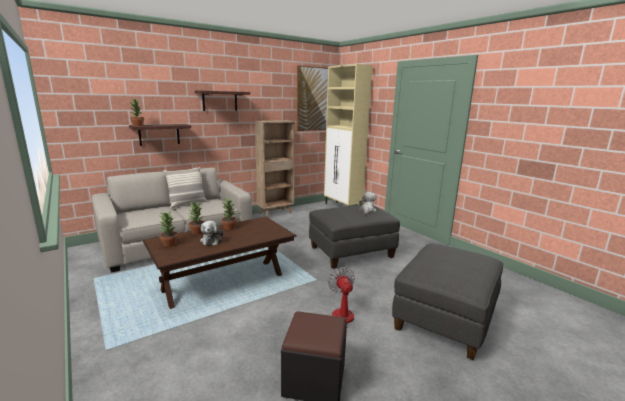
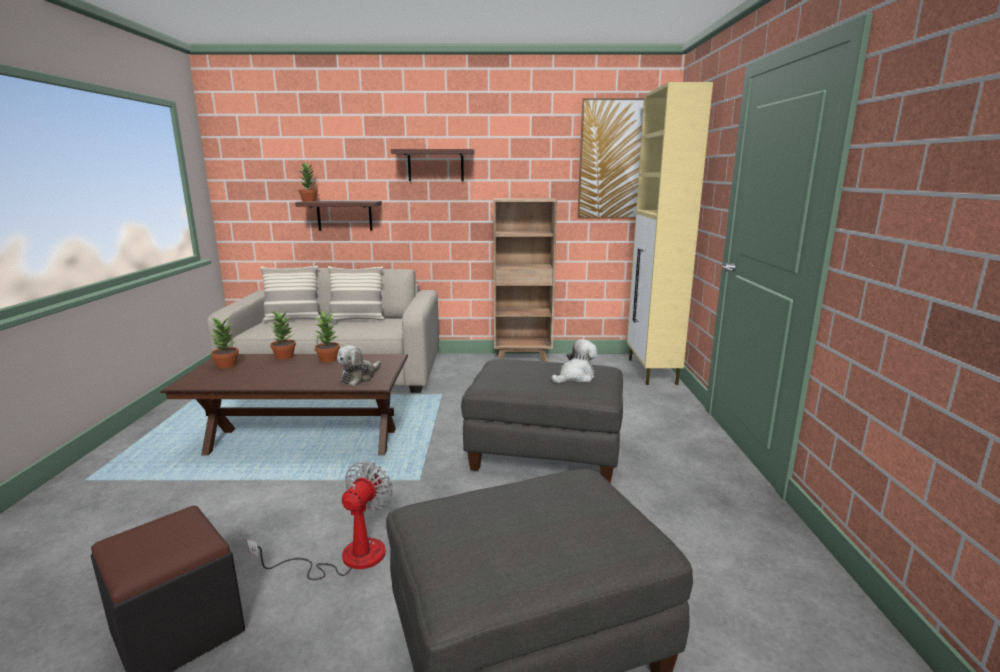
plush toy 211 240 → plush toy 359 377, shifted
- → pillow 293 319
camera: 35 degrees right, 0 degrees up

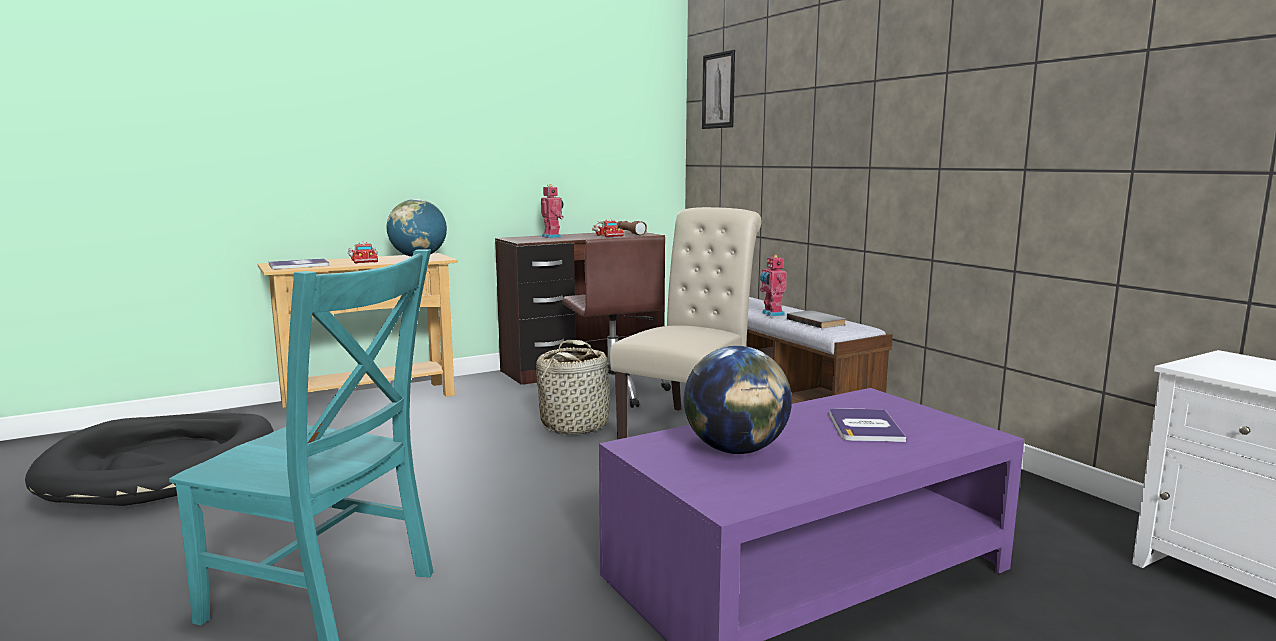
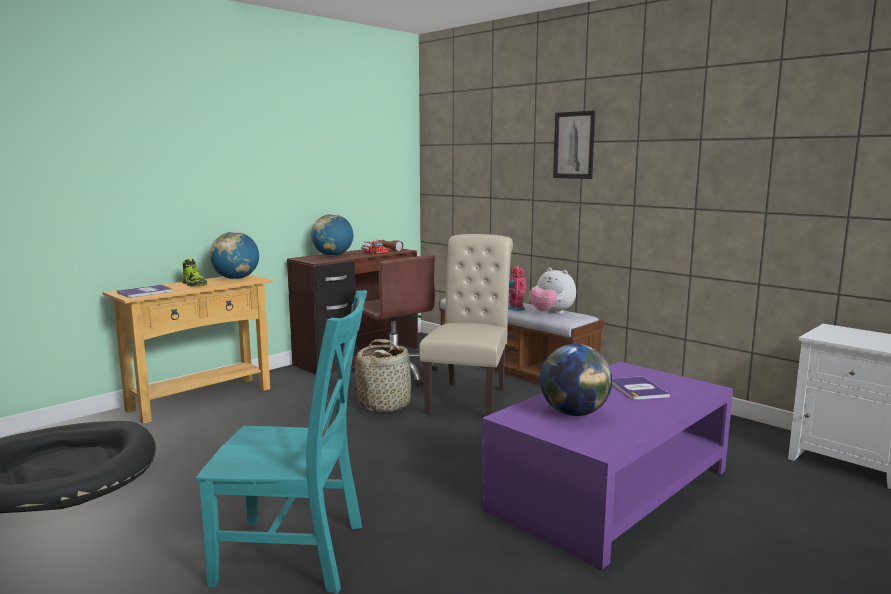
picture 718 90 → picture 574 145, shifted
toy robot 552 237 → globe 333 255
toy truck 363 260 → shoe 194 284
grey book 817 321 → plush toy 551 313
camera: 15 degrees left, 0 degrees up

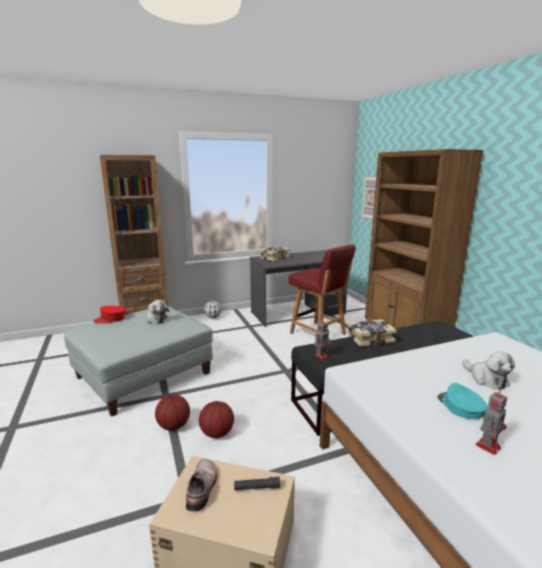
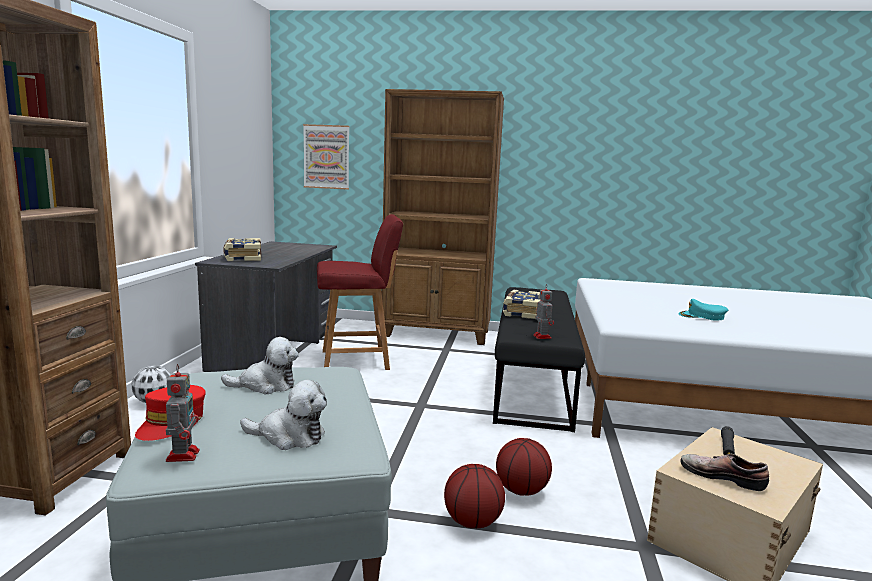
plush toy 486 379 → plush toy 289 436, shifted
toy robot 488 446 → toy robot 183 454, shifted
camera: 60 degrees left, 5 degrees down

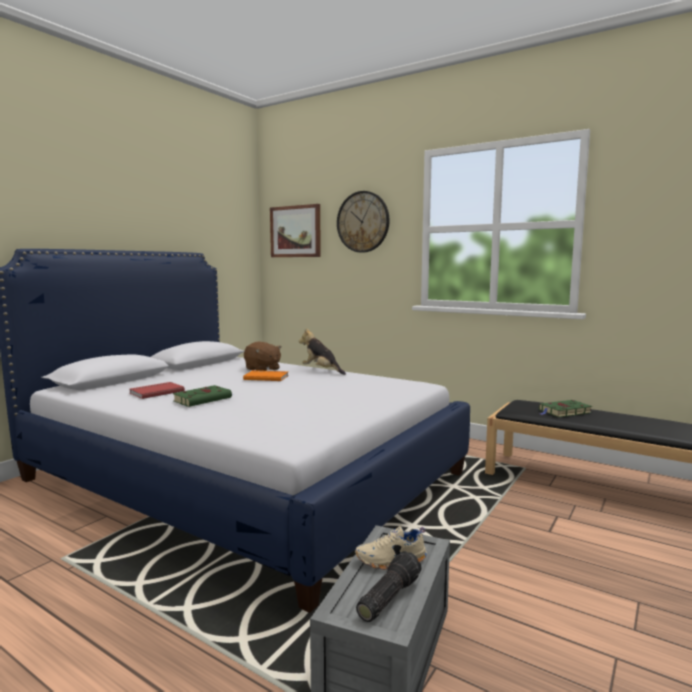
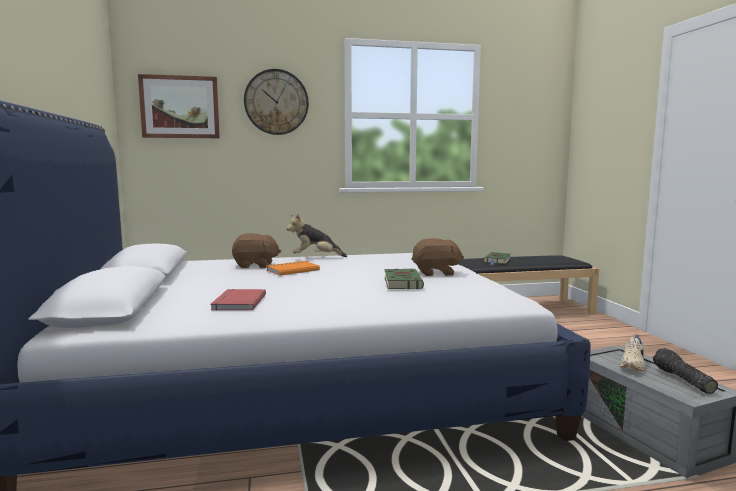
green book 204 399 → green book 402 282, shifted
- → brown plush toy 436 273
camera: 45 degrees left, 0 degrees up

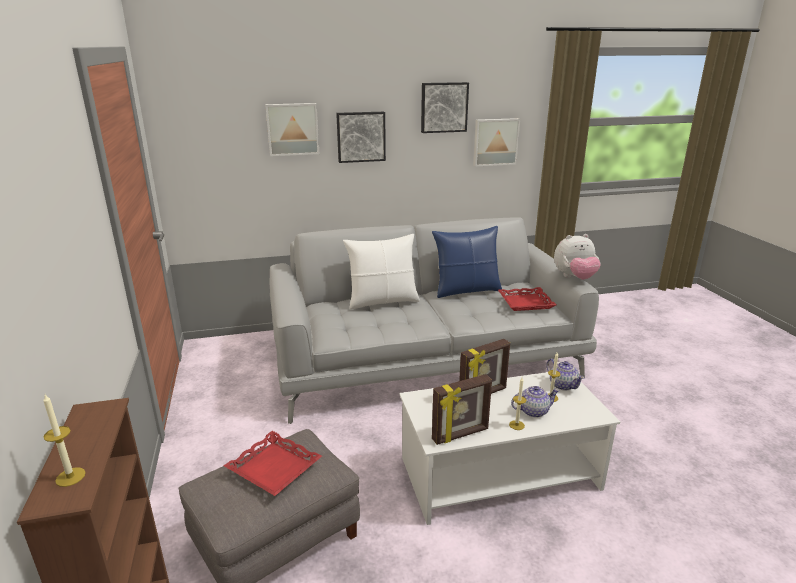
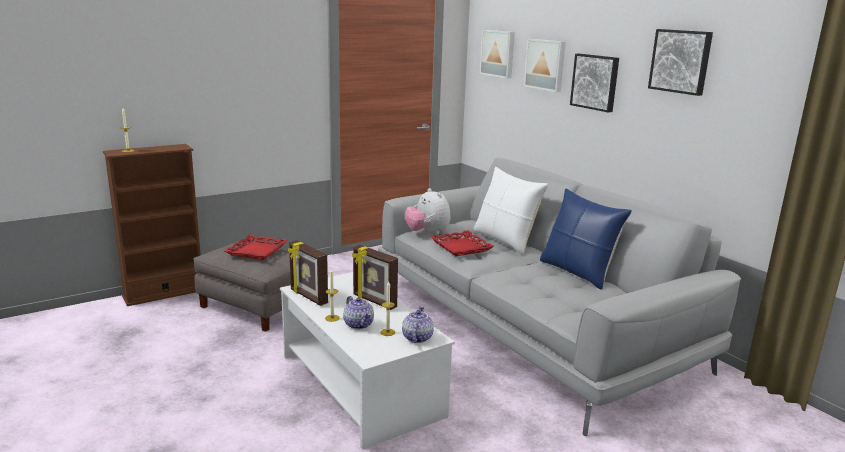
picture 495 142 → picture 498 53, shifted
plush toy 574 278 → plush toy 427 233, shifted
red tray 525 303 → red tray 460 247, shifted
teapot 563 385 → teapot 417 338, 150 degrees clockwise
camera: 70 degrees right, 5 degrees down

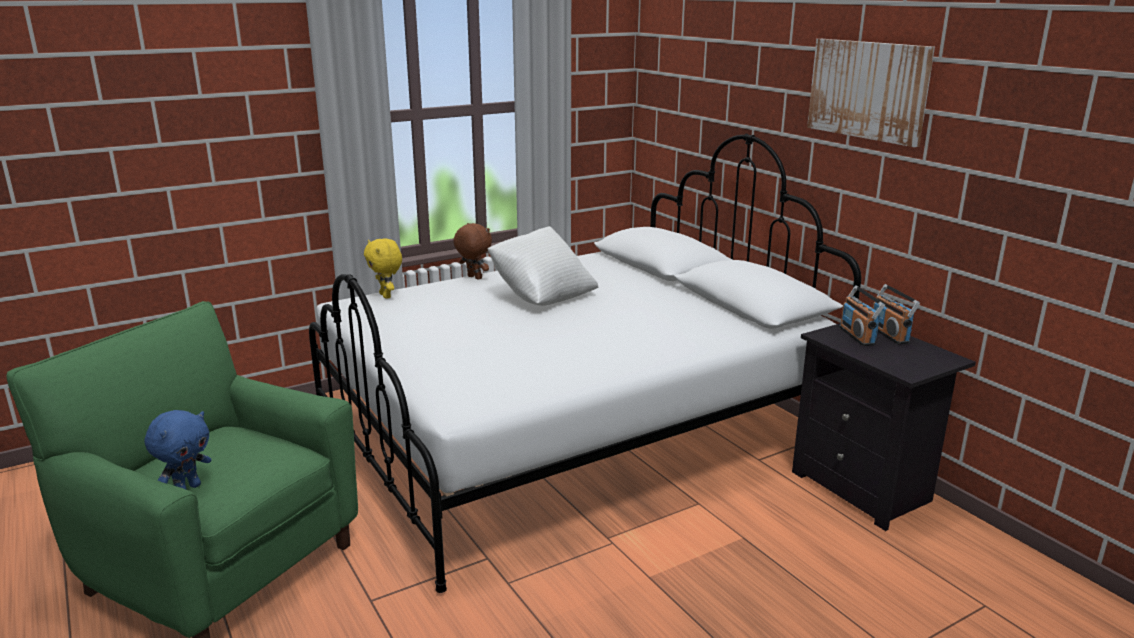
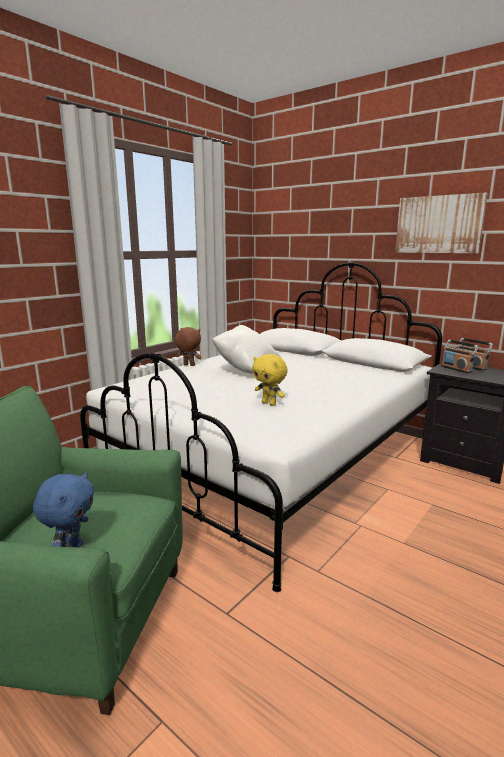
yellow plush toy 386 296 → yellow plush toy 269 403, shifted
camera: 20 degrees left, 5 degrees down

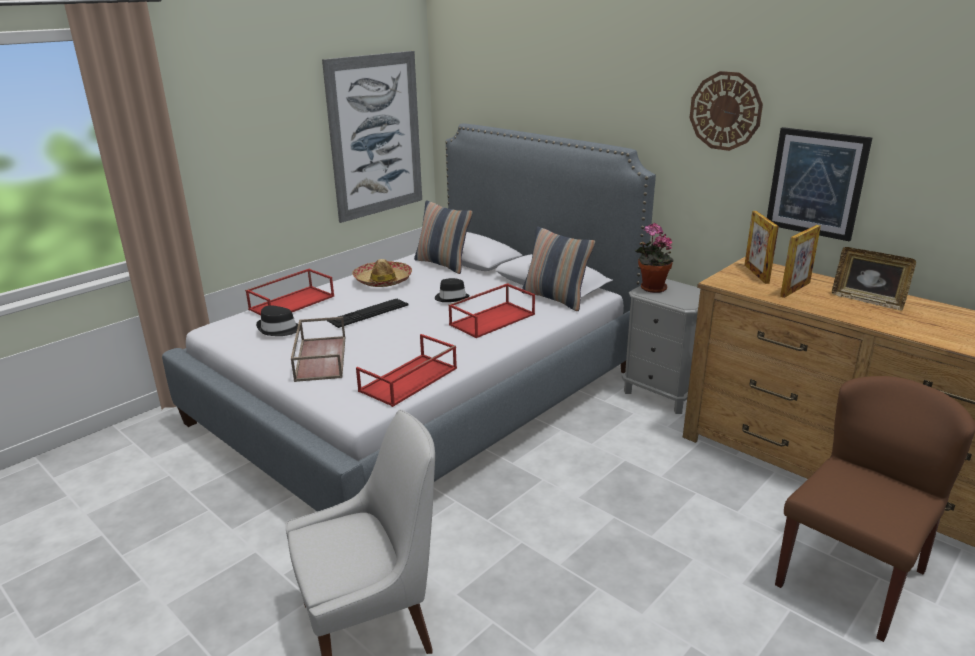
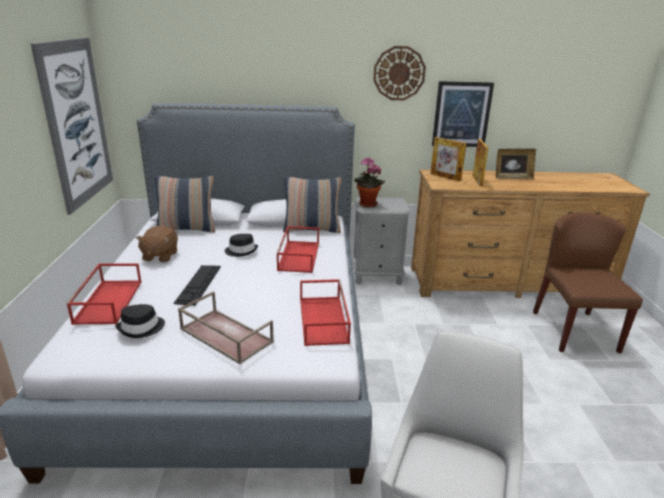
hat 382 281 → brown plush toy 160 256
camera: 45 degrees left, 0 degrees up

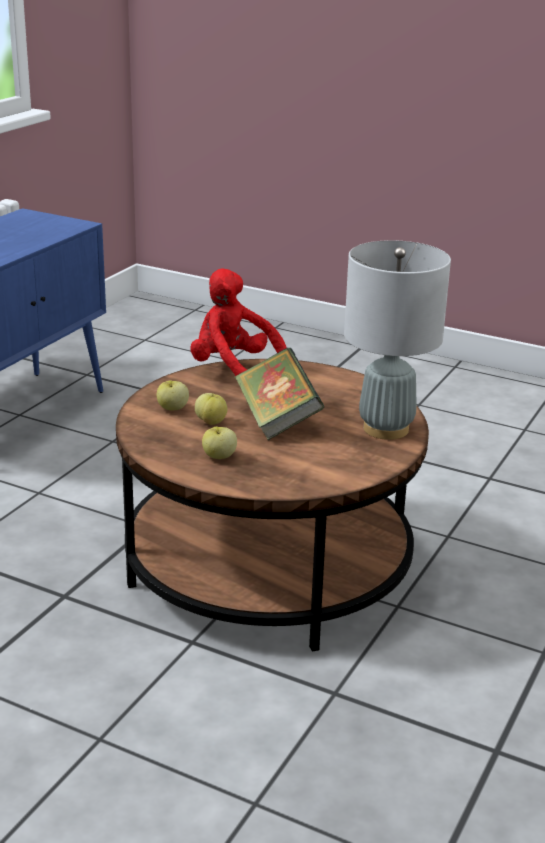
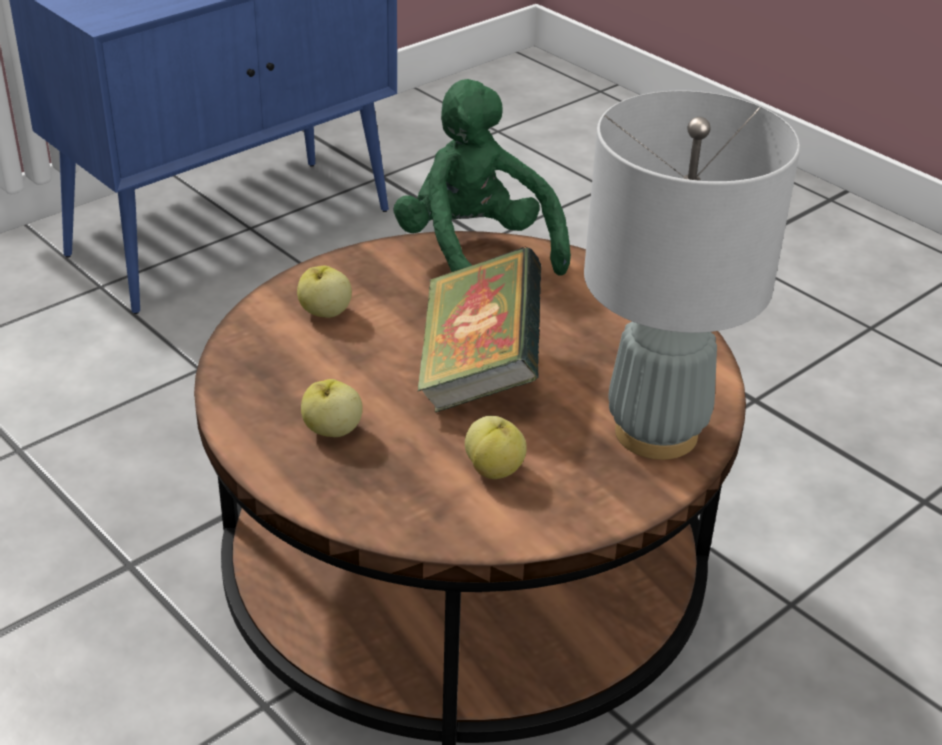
red plush toy 234 370 → green plush toy 475 253
apple 211 422 → apple 494 469, shifted
camera: 20 degrees right, 10 degrees up

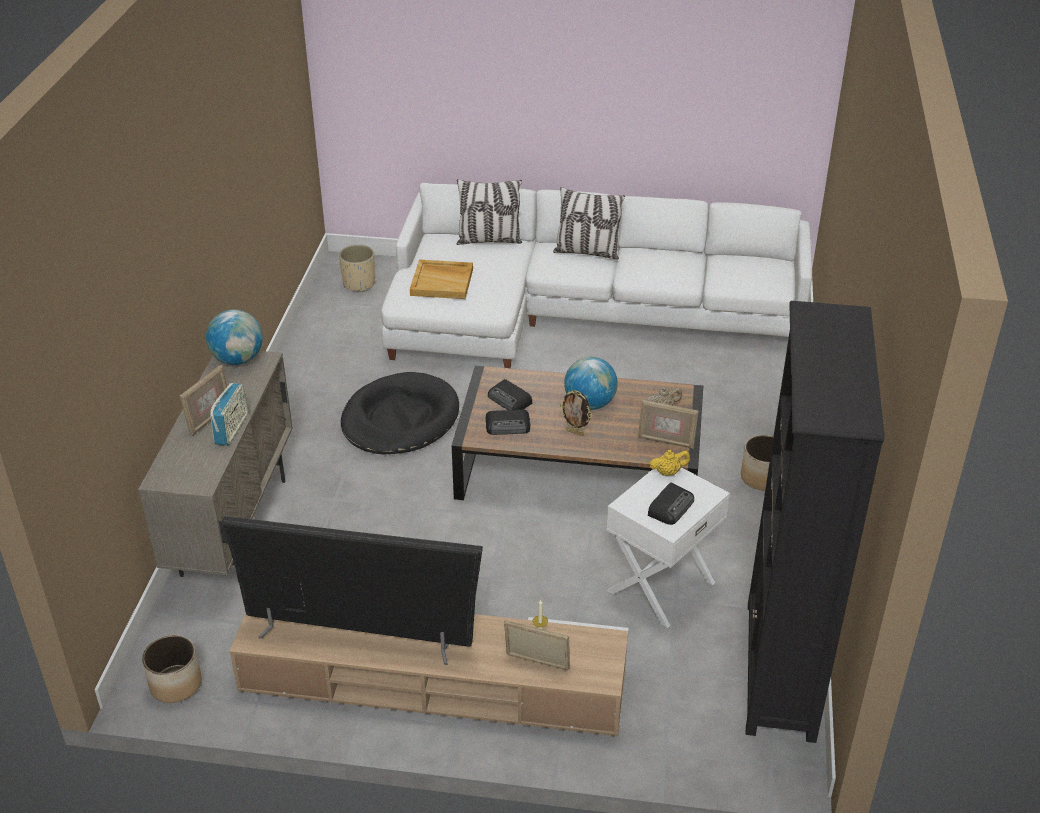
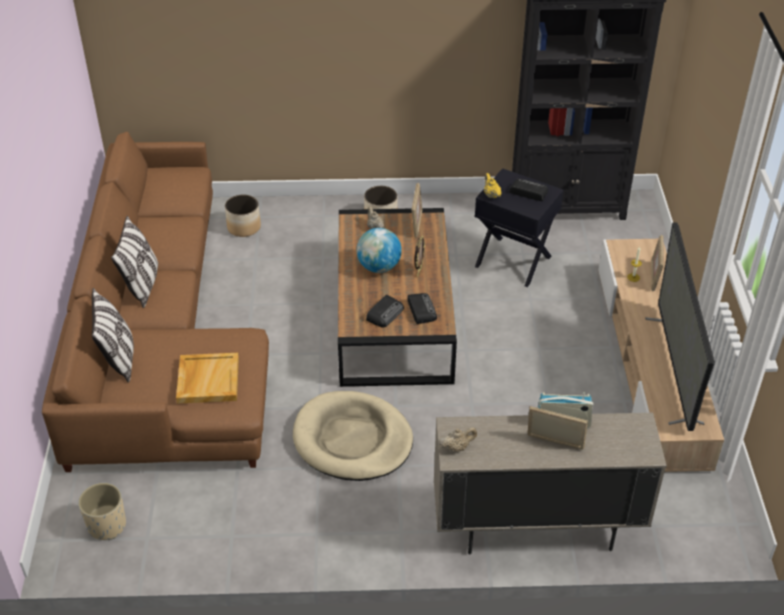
white sofa 576 313 → brown sofa 161 338
globe 238 359 → beige teapot 457 447
black dog bed 400 419 → beige dog bed 352 440
white side table 659 585 → black side table 512 262
planter 176 684 → planter 244 227, shifted
camera: 100 degrees left, 5 degrees up

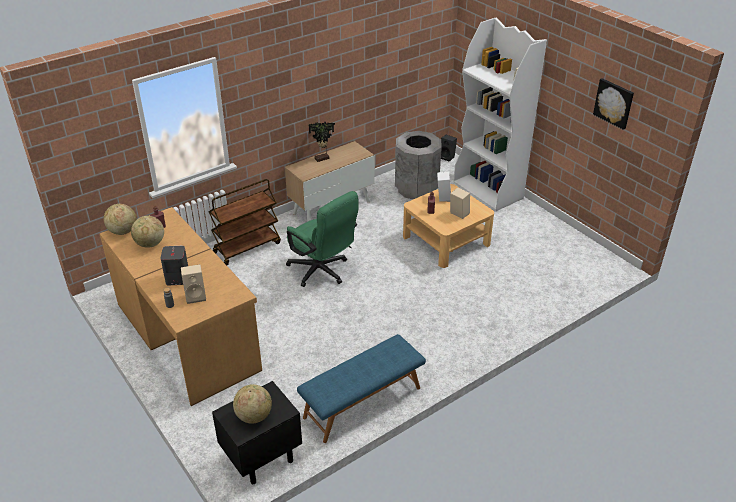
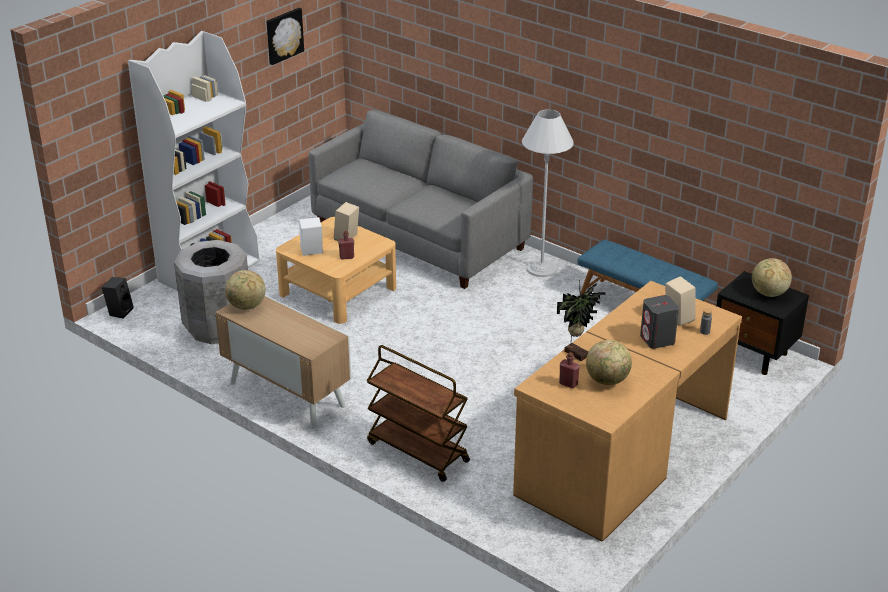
potted plant 322 159 → potted plant 577 353, shifted
green office chair 322 272 → -
globe 122 231 → globe 247 306, shifted
- → white floor lamp 541 269
- → grey sofa 419 237
camera: 105 degrees left, 5 degrees down

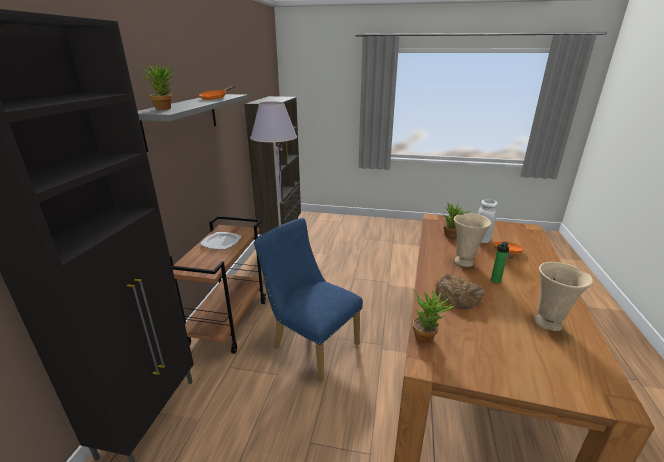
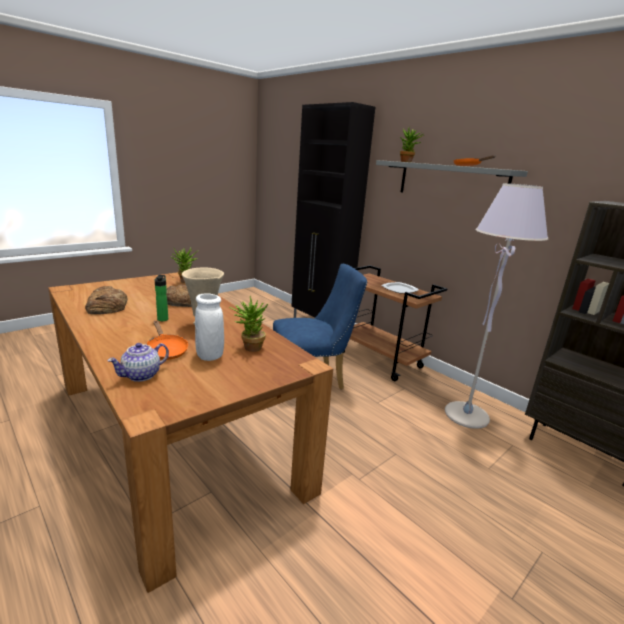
beige vase 549 324 → bread 106 306
- → teapot 142 375
camera: 125 degrees right, 5 degrees down

